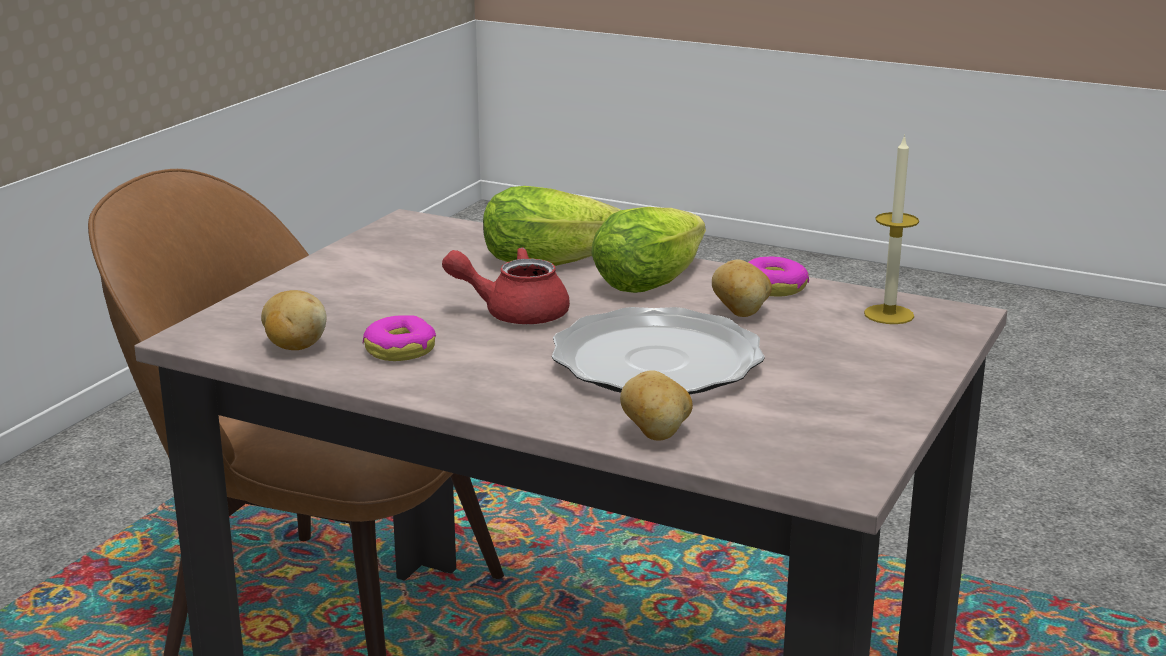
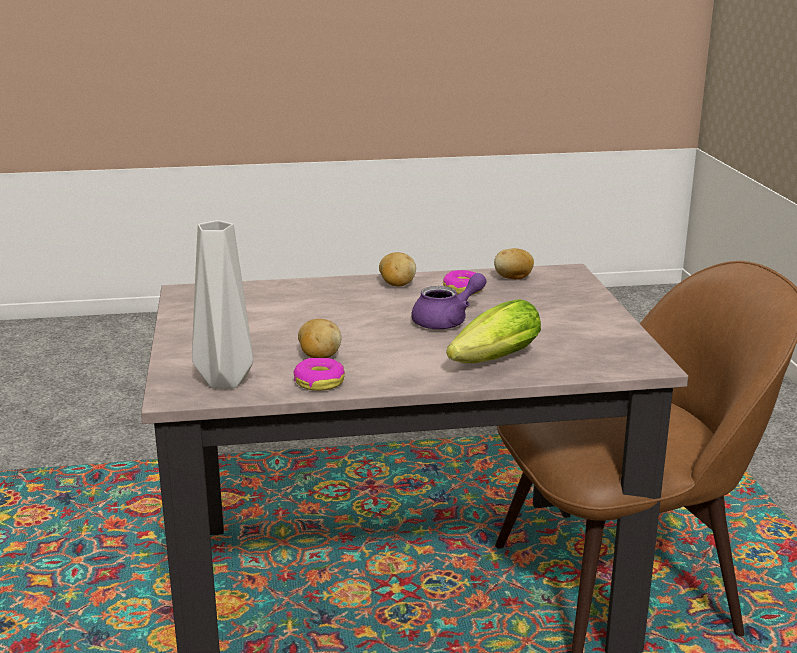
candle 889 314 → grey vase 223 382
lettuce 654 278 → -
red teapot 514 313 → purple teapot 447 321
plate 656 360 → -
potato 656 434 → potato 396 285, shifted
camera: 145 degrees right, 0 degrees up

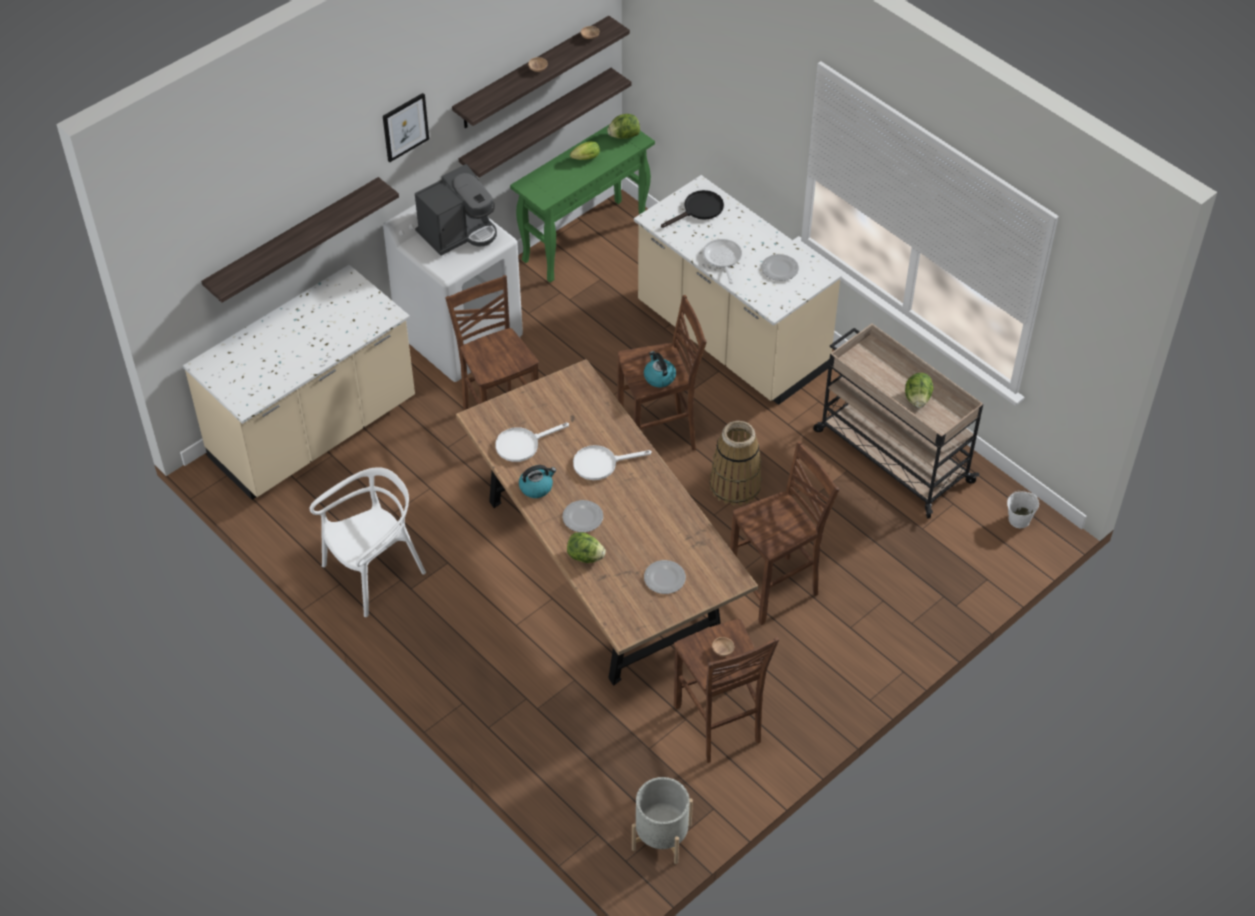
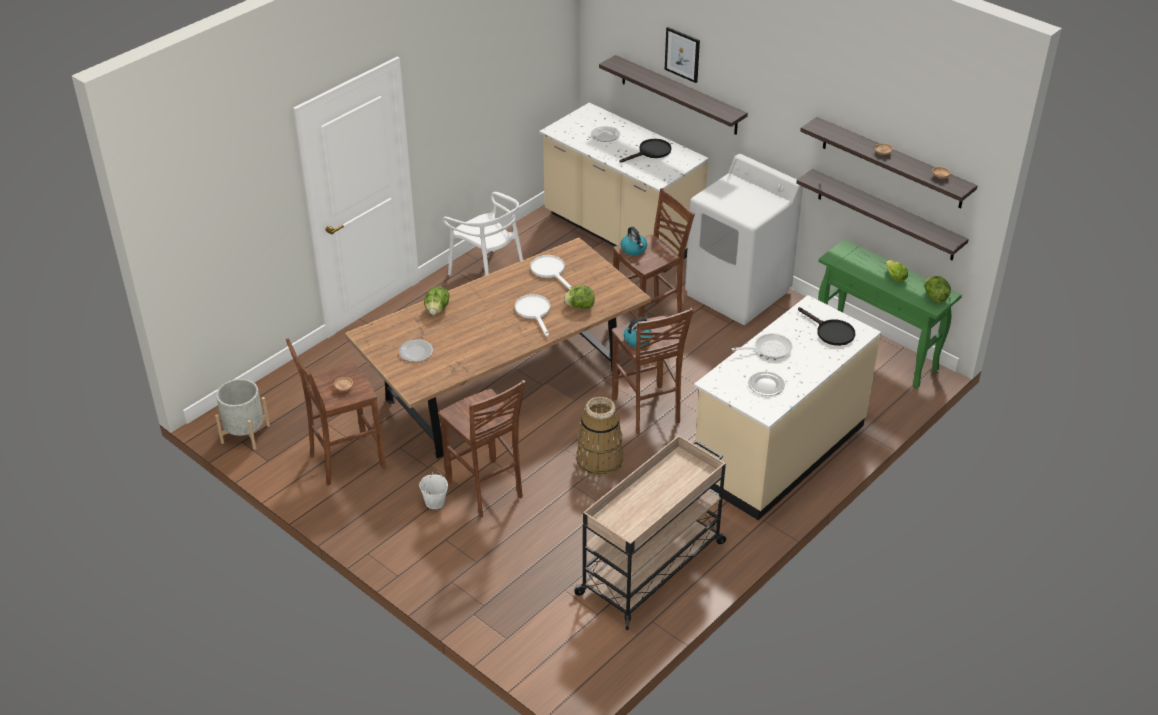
picture 405 127 → picture 682 54, shifted
coffee machine 458 232 → -
lettuce 917 399 → lettuce 579 306, shifted
kettle 536 487 → kettle 634 249, shifted
white bucket 1019 519 → white bucket 435 502, shifted
plate 583 518 → plate 605 135, shifted
- → black frying pan 651 152
camera: 85 degrees right, 10 degrees down

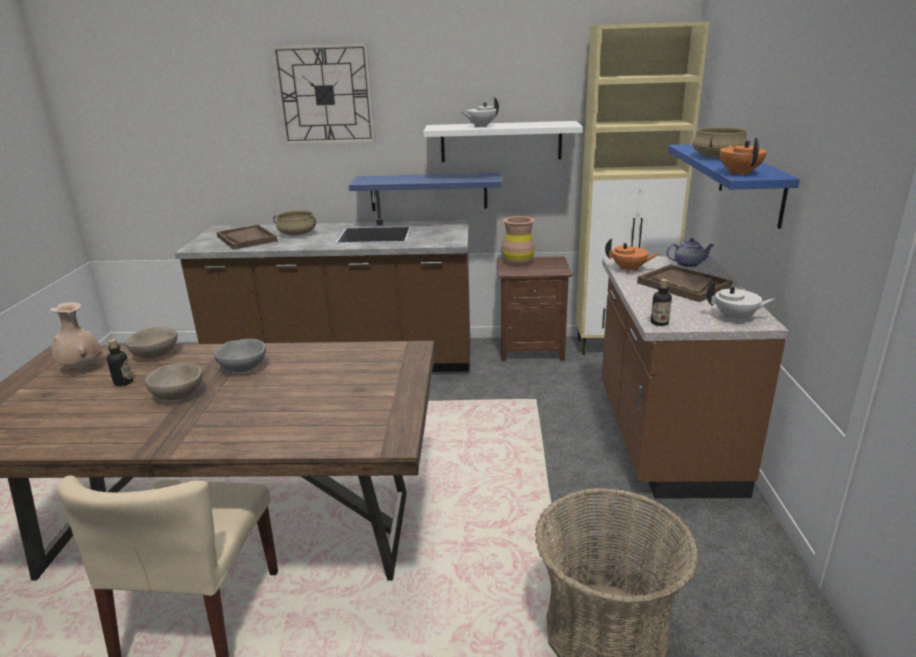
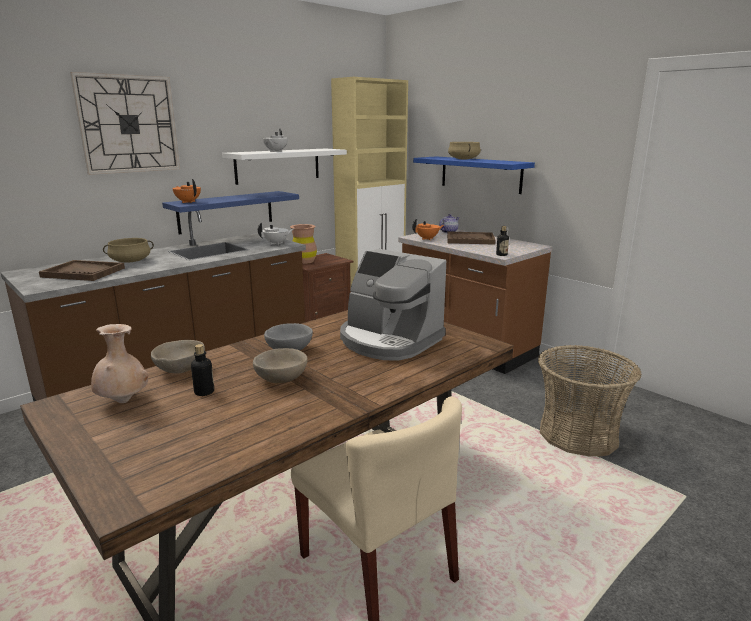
orange teapot 739 173 → orange teapot 188 202, shifted
white teapot 735 318 → white teapot 276 243, shifted
- → coffee machine 389 340
camera: 45 degrees left, 5 degrees down

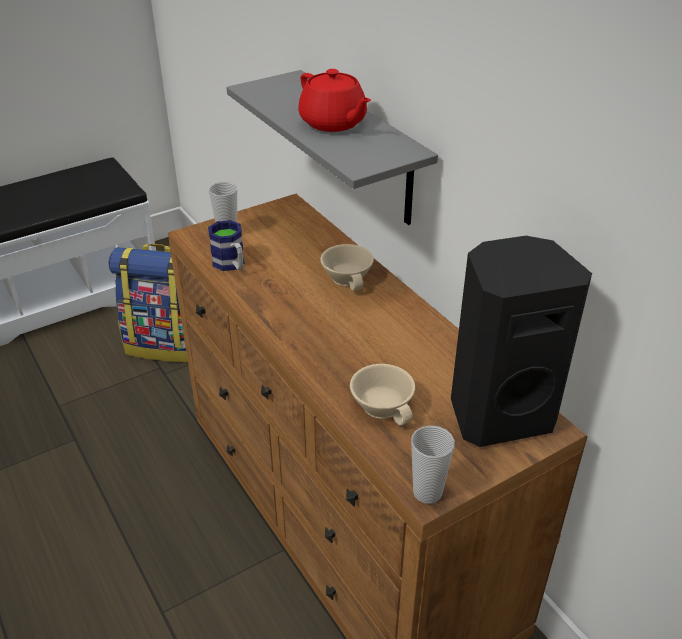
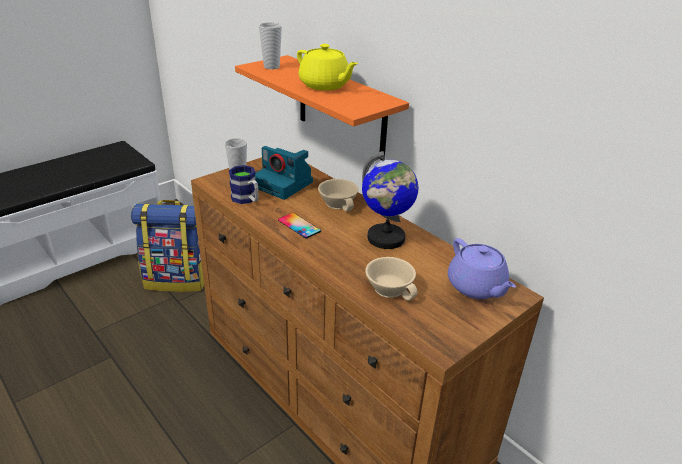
red teapot 333 123 → yellow teapot 325 85
grey shelf 362 148 → orange shelf 341 108
black speaker 498 413 → purple teapot 477 287
cup 427 492 → cup 271 67, shifted
- → photo camera 284 184
- → globe 386 238
- → phone 299 225
camera: 10 degrees left, 5 degrees down

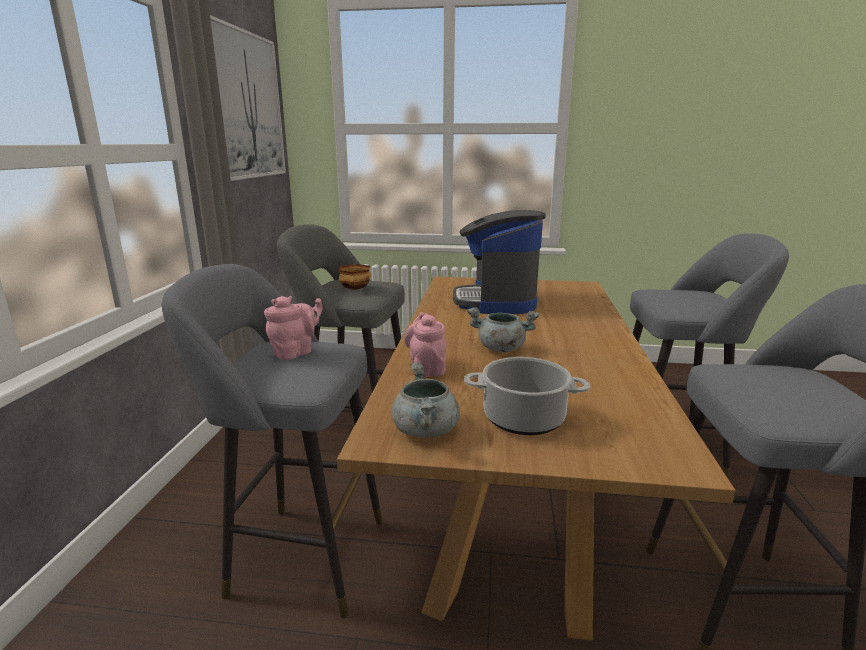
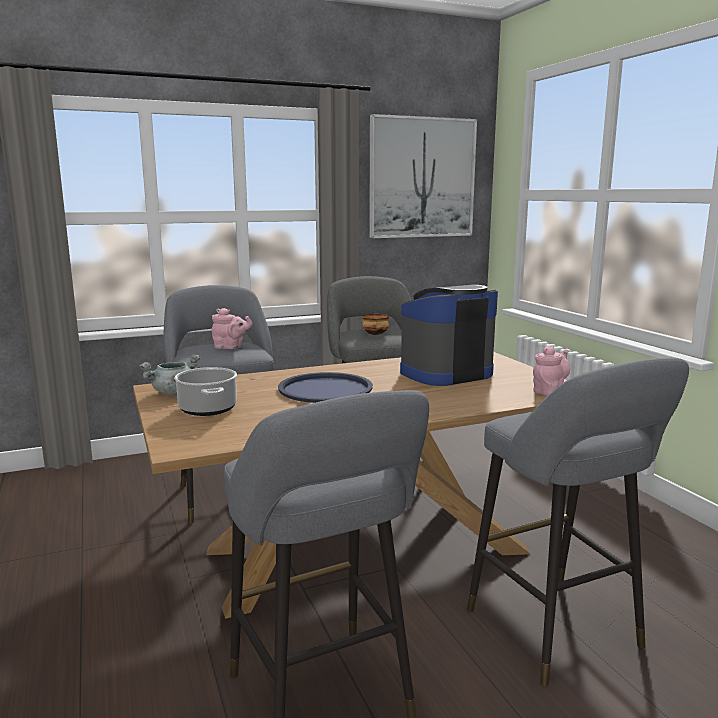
grey cooking pot 500 348 → blue tray 325 389
pink teapot 426 368 → pink teapot 549 391, shifted
camera: 60 degrees right, 5 degrees down

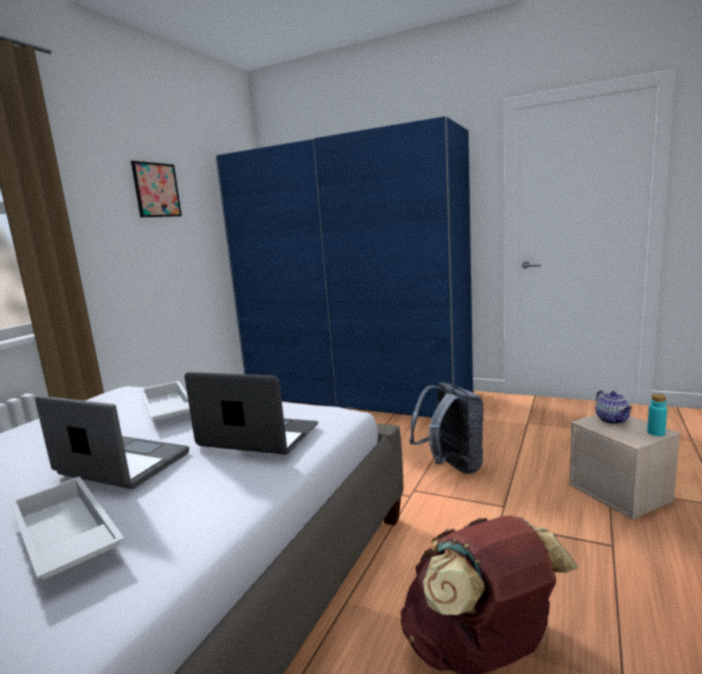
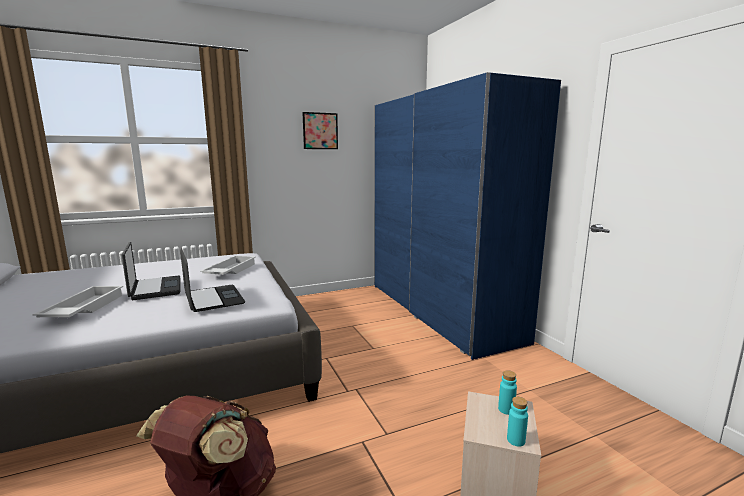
grey backpack 451 467 → -
teapot 613 420 → turquoise bottle 506 409
camera: 40 degrees right, 0 degrees up

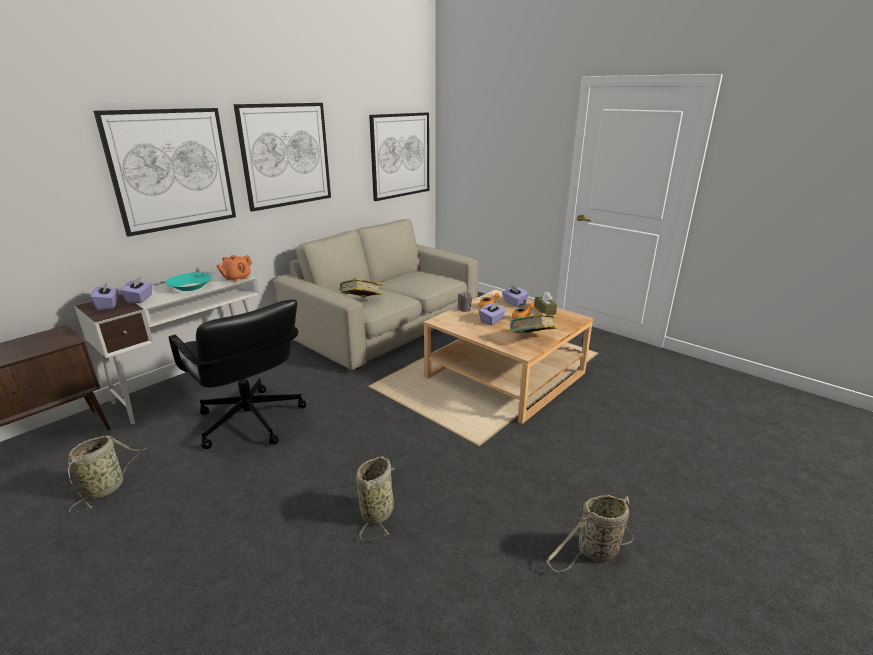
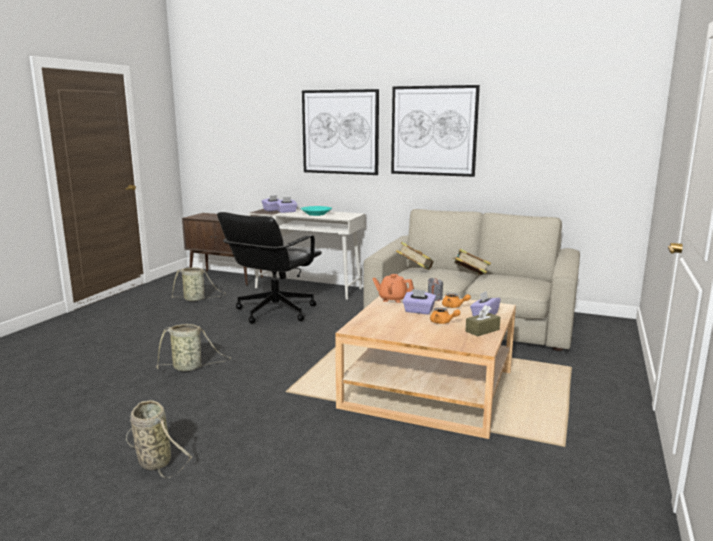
picture 400 155 → -
orange teapot 236 278 → orange teapot 392 299, shifted
book 532 340 → book 470 276, shifted
camera: 70 degrees right, 10 degrees down

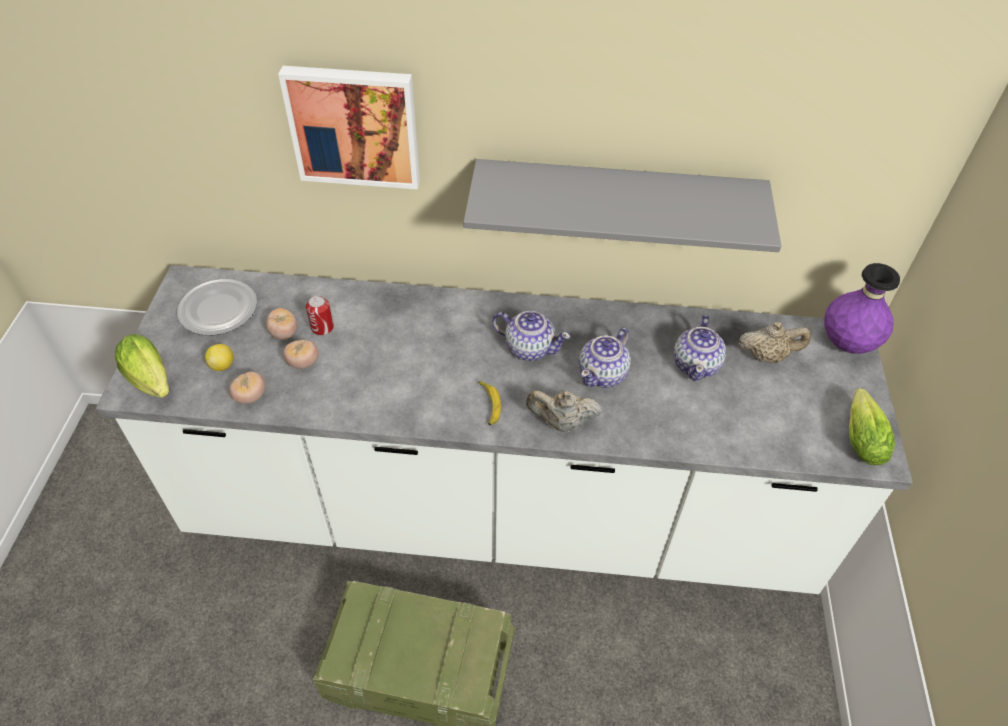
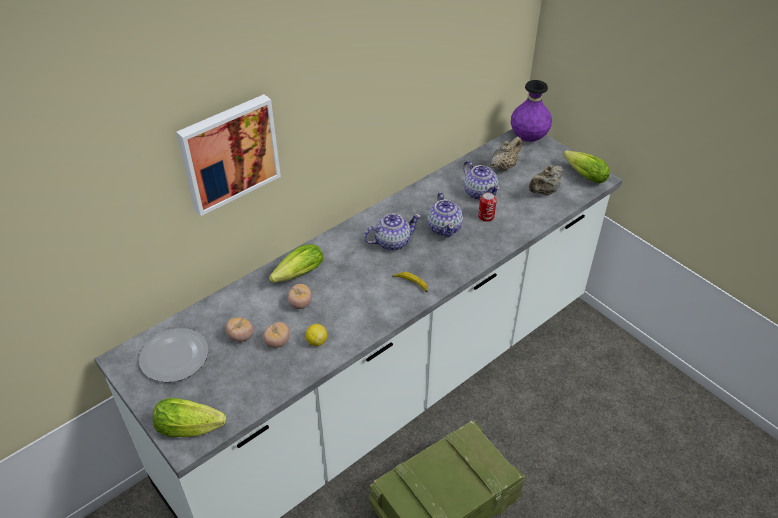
grey shelf 616 202 → -
can 322 327 → can 486 216, shifted
lemon 222 365 → lemon 316 341, shifted
tomato 250 397 → tomato 300 304, shifted
beige teapot 561 423 → beige teapot 544 191, shifted
- → lettuce 296 276
camera: 45 degrees left, 5 degrees down

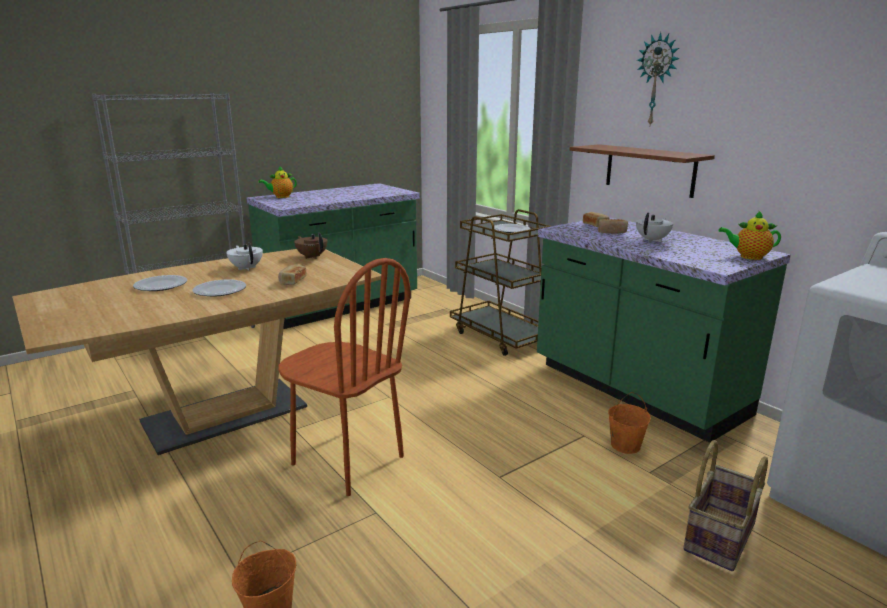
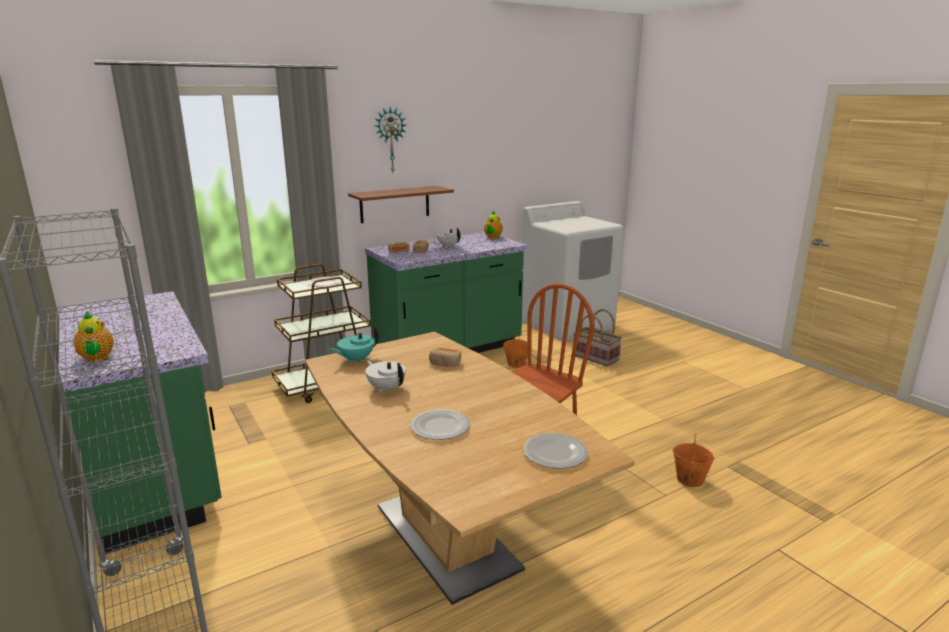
brown teapot 312 257 → turquoise teapot 356 360
white teapot 246 268 → white teapot 386 388, 75 degrees clockwise
plate 220 290 → plate 554 453, shifted
camera: 85 degrees left, 0 degrees up

